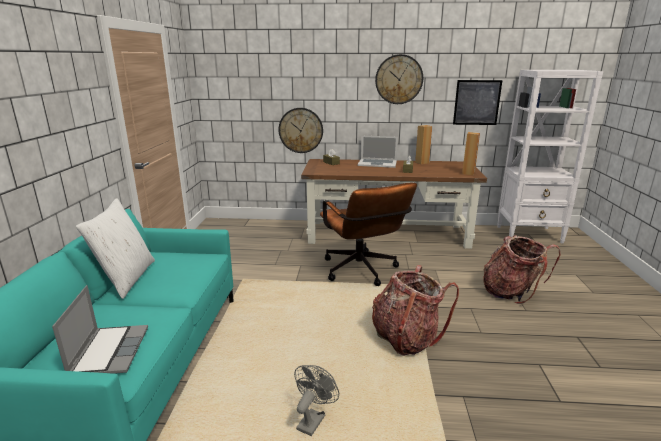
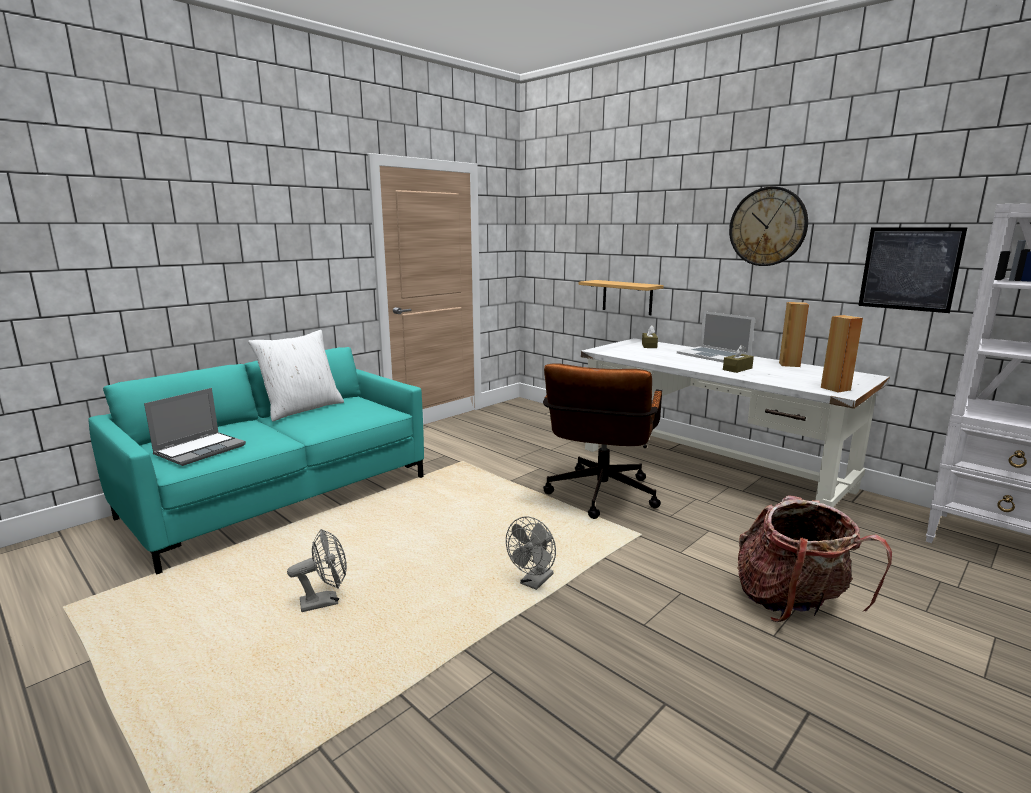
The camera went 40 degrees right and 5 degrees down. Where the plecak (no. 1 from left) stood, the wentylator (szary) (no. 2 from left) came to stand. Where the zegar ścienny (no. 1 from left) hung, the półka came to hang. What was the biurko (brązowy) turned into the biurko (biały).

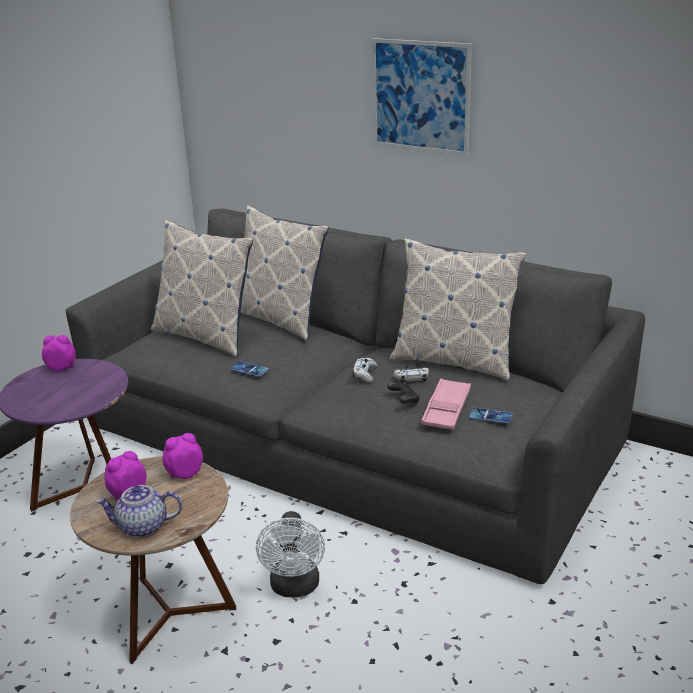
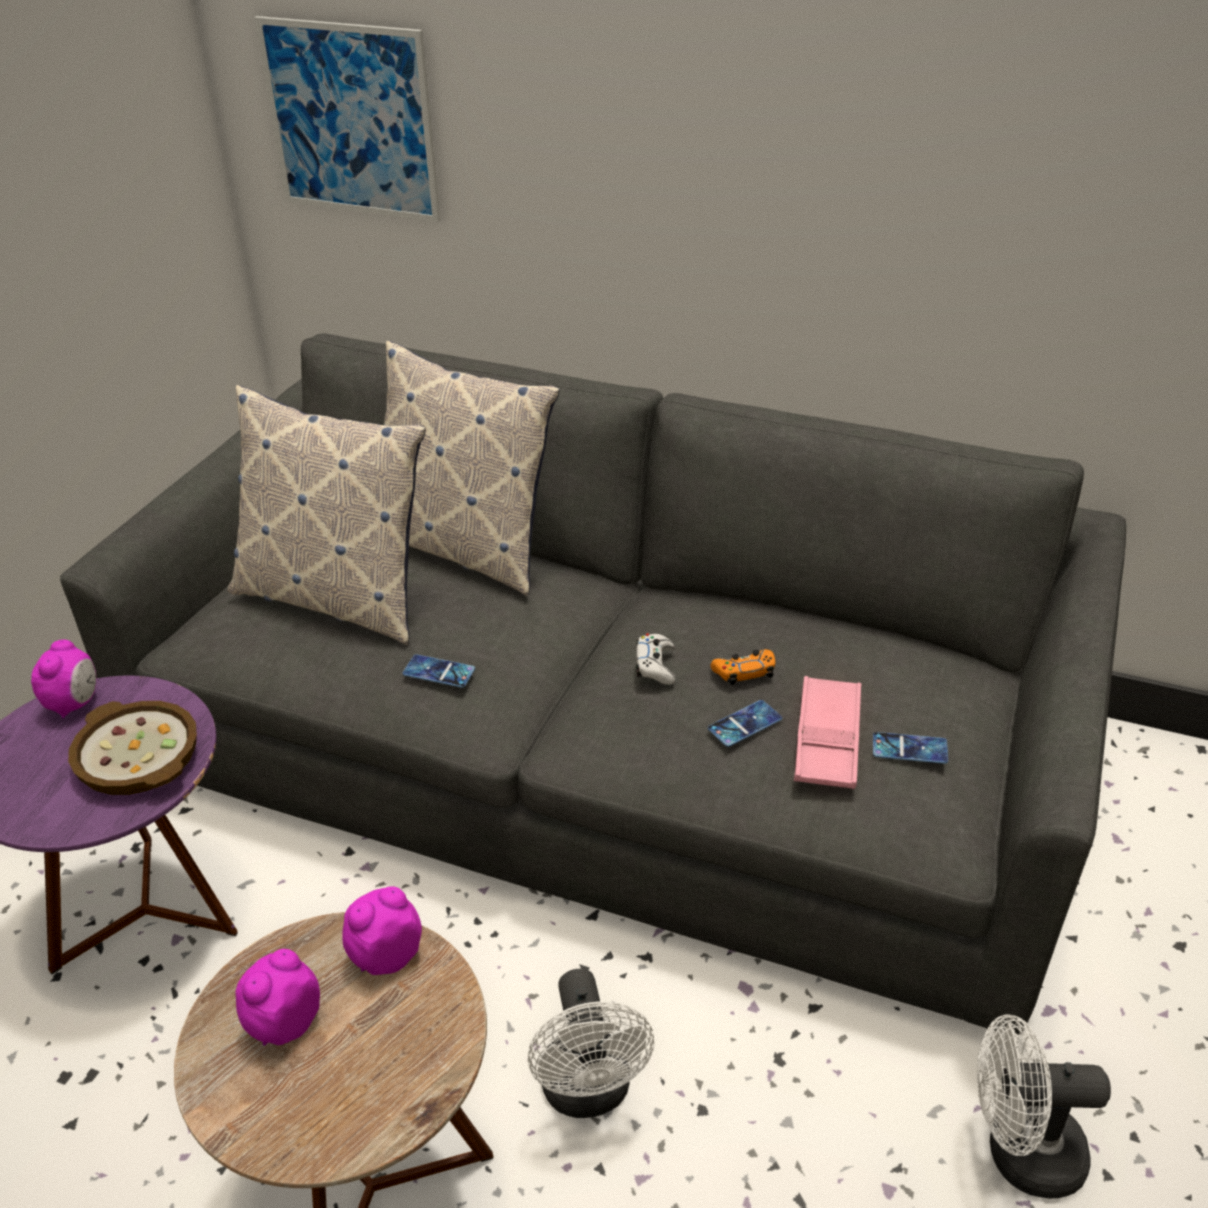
The camera went 10 degrees left and 10 degrees up. The budzik (no. 1 from left) ended up facing another way, 105 degrees clockwise from before. The second view gained the miska. The obraz ended up elsewhere. Where the pad do gier (czarny) stood, the telefon (no. 2 from left) came to stand. What was the pad do gier (biały) (no. 2 from left) turned into the pad do gier (pomarańczowy). The second view gained the wentylator (biały) (no. 2 from left). The second view lost the imbryk. The second view lost the poduszka (no. 3 from left).

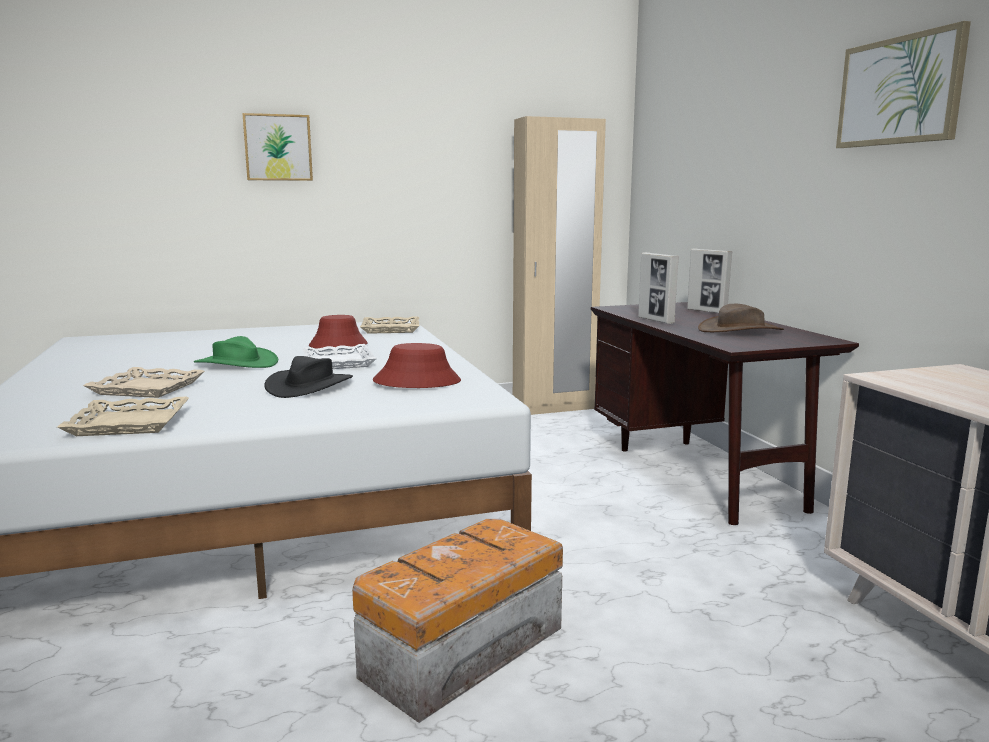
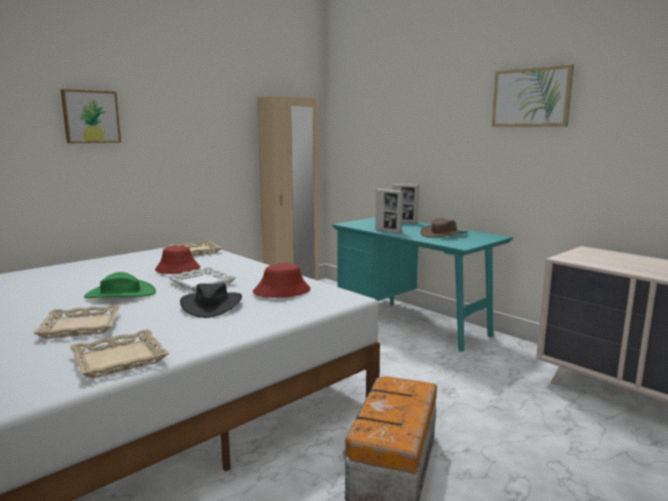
The camera went 25 degrees left and 0 degrees up. What was the biurko (brązowy) turned into the biurko (turkusowy).

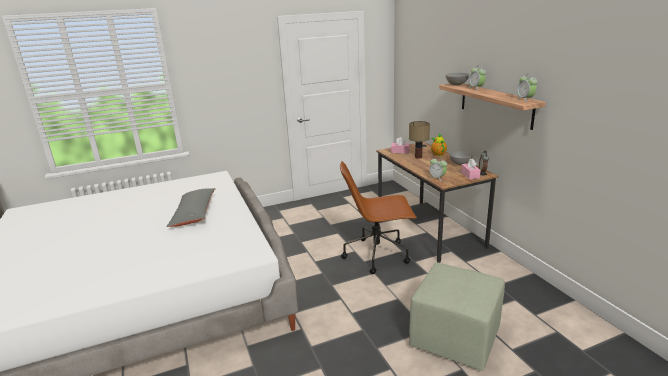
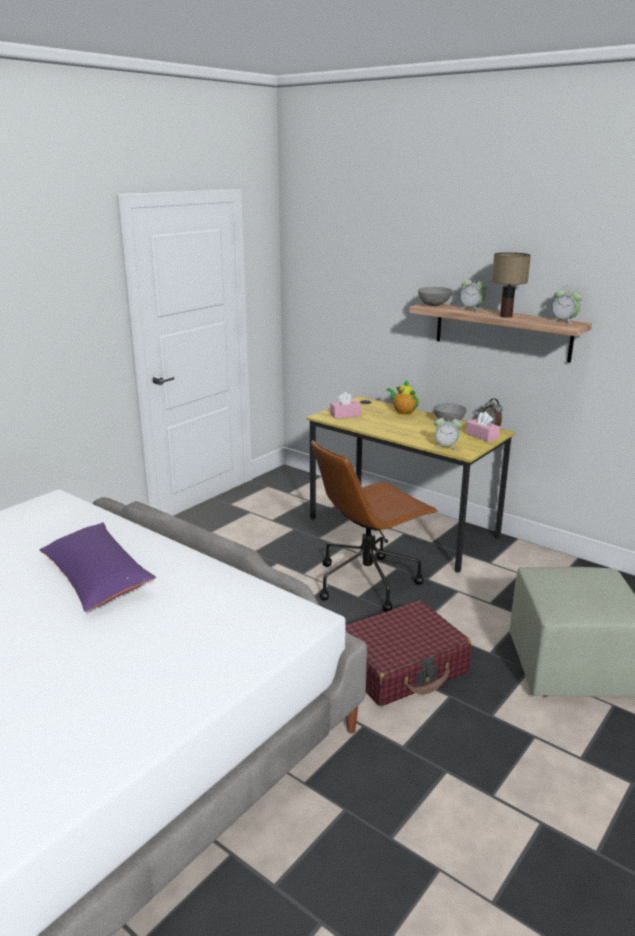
The camera went 30 degrees left and 0 degrees up. What was the poduszka (szary) turned into the poduszka (fioletowy). What was the biurko (brązowy) turned into the biurko (żółty). The second view gained the walizka (czerwony). The lampa stołowa ended up elsewhere.

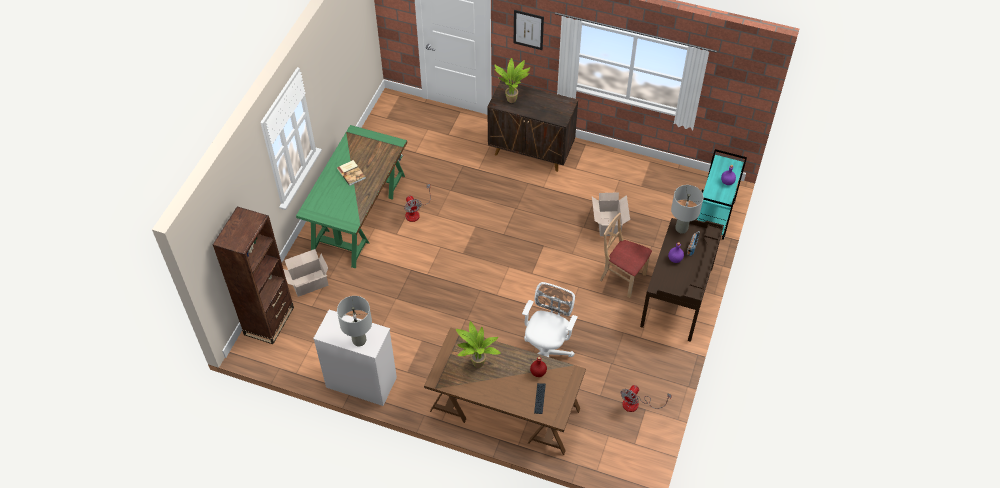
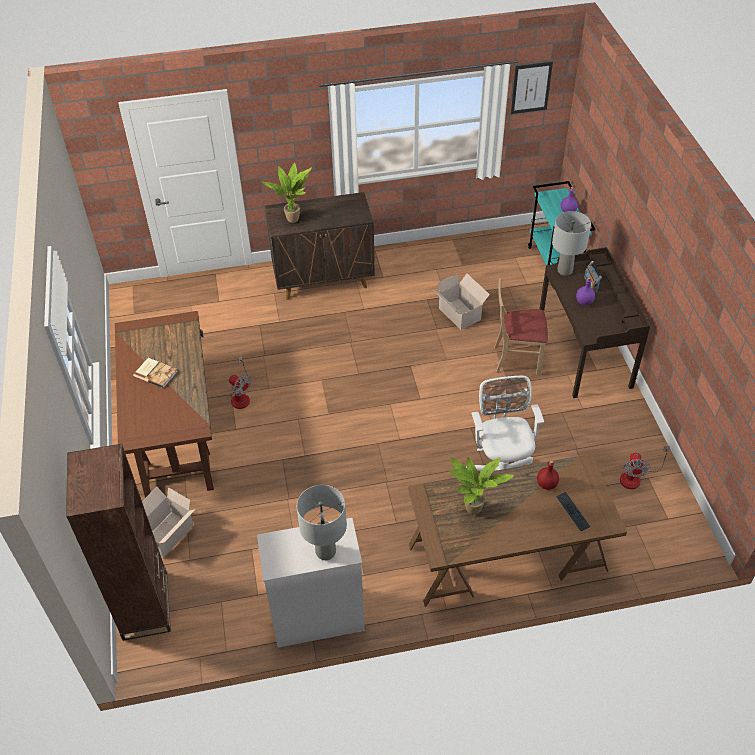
The camera went 30 degrees left and 5 degrees down. What was the biurko (zielony) turned into the biurko (brązowy) (no. 1 from left). The obraz ended up elsewhere.

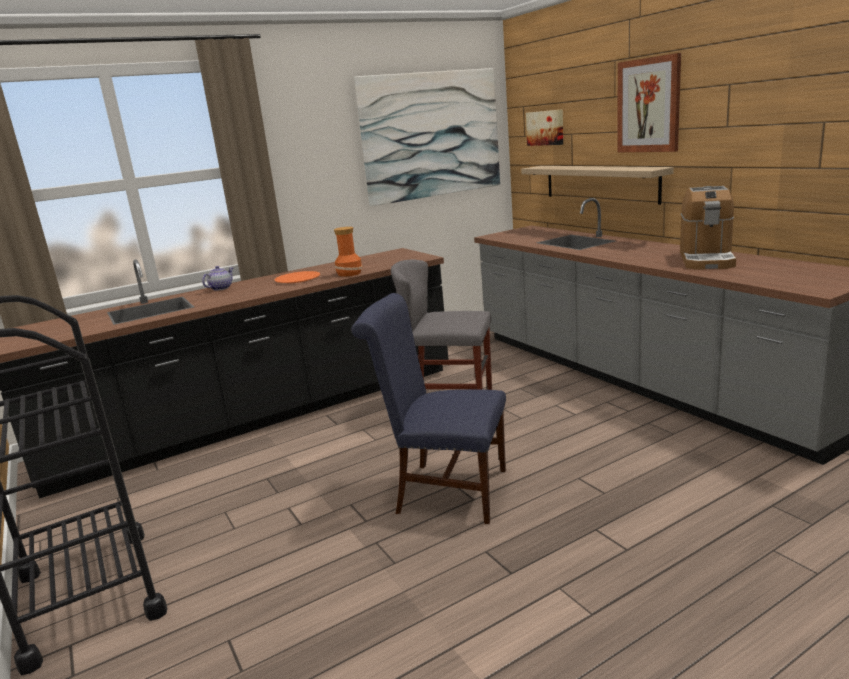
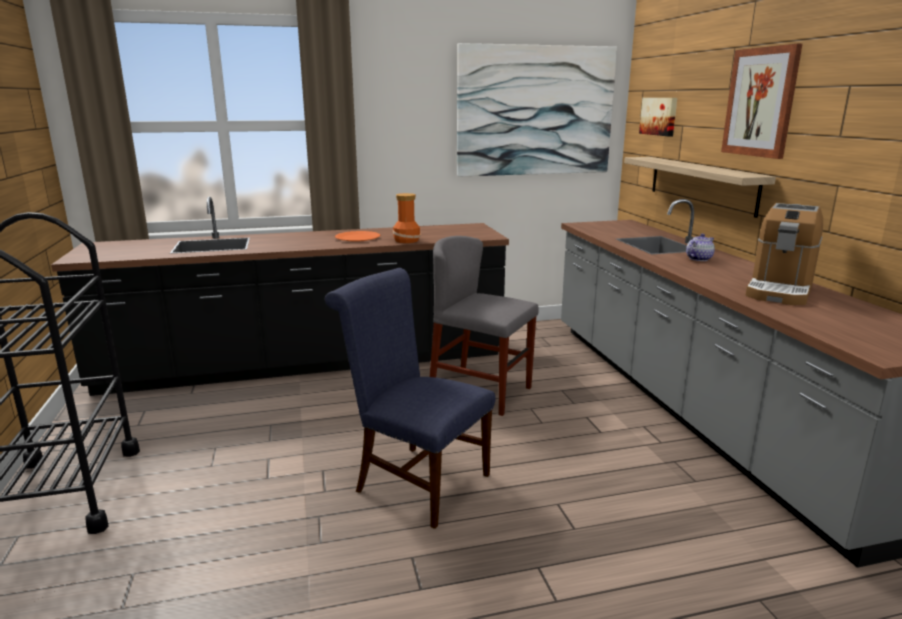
The camera went 15 degrees right and 0 degrees up. The imbryk ended up elsewhere.

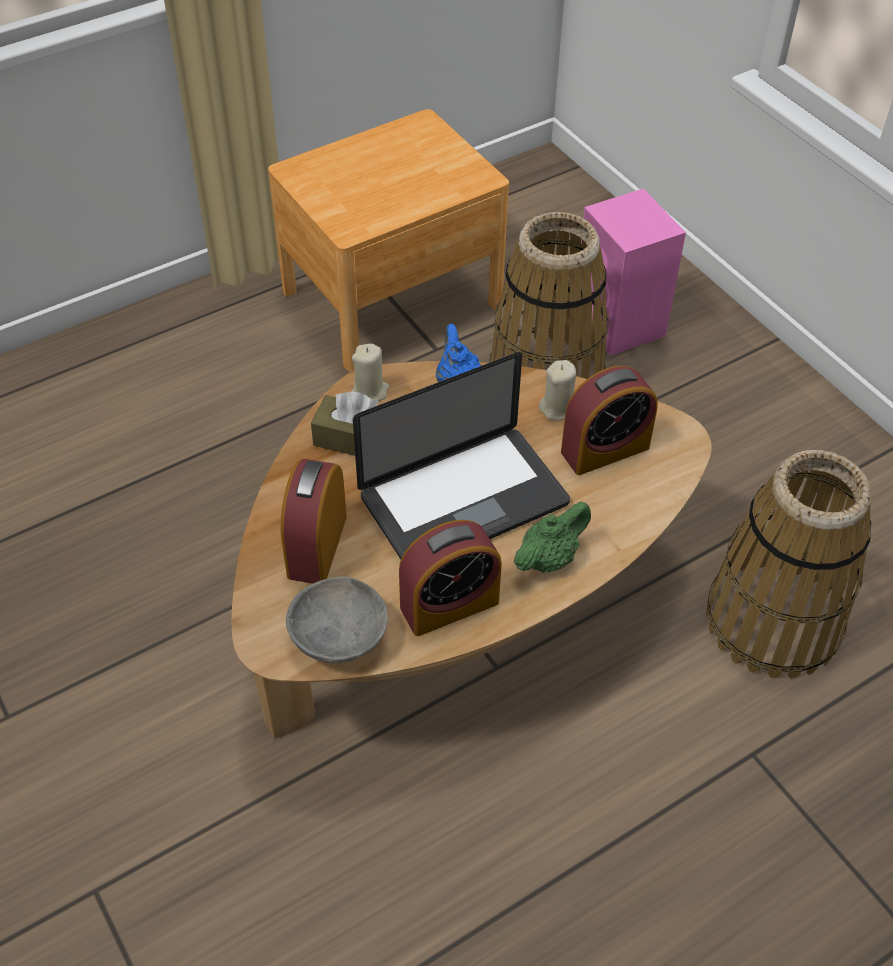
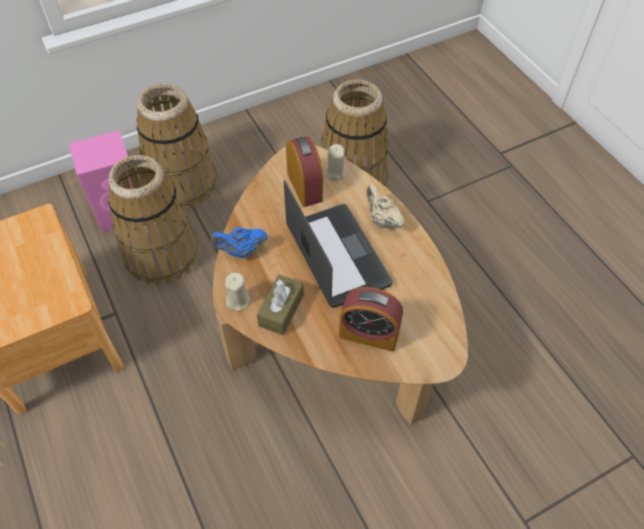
The camera went 85 degrees left and 5 degrees up. The second view gained the koszyk (no. 2 from left). The świeca (beżowy) (no. 2 from left) ended up elsewhere. What was the imbryk (zielony) turned into the imbryk (beżowy). The second view lost the miska (szary). The second view lost the budzik (no. 2 from left).

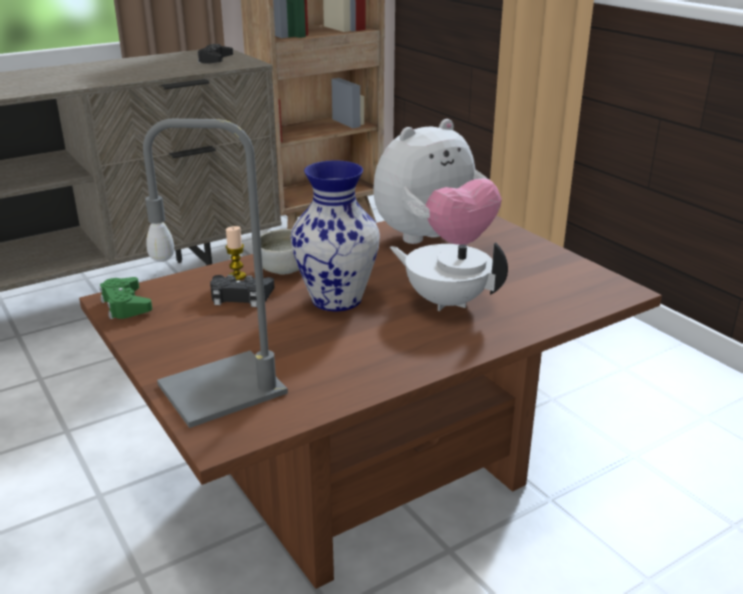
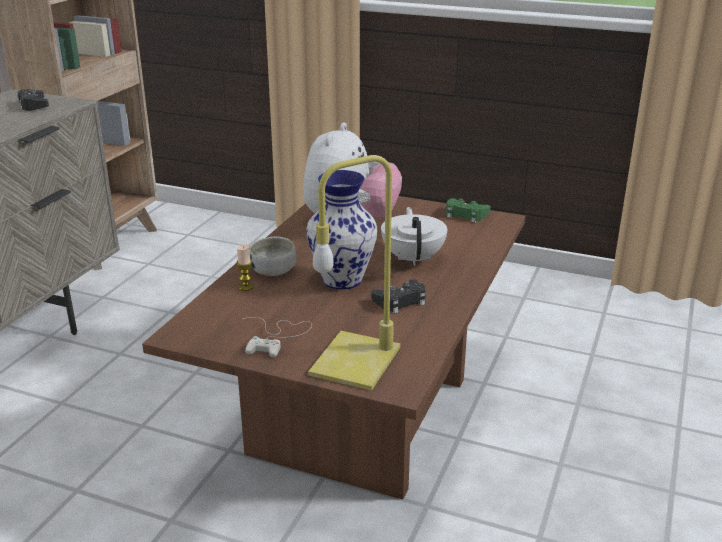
The camera went 35 degrees left and 0 degrees up. The second view gained the pad do gier (biały). What was the lampa stołowa (szary) turned into the lampa stołowa (żółty). The pad do gier (czarny) (no. 2 from left) ended up elsewhere. The imbryk (biały) ended up facing another way, 90 degrees clockwise from before. The pad do gier (zielony) ended up elsewhere.

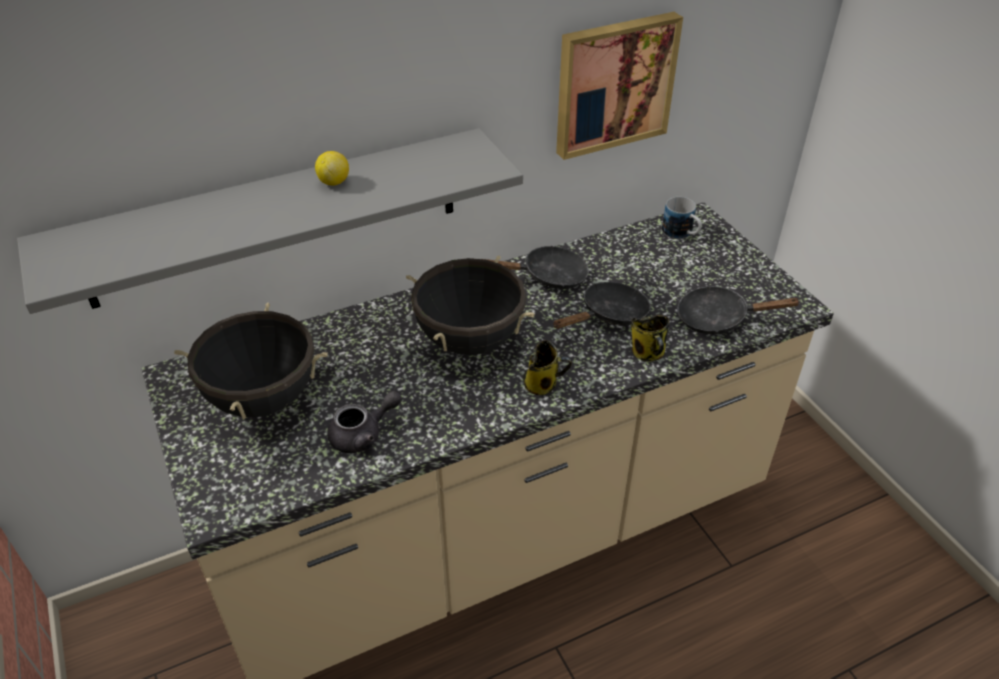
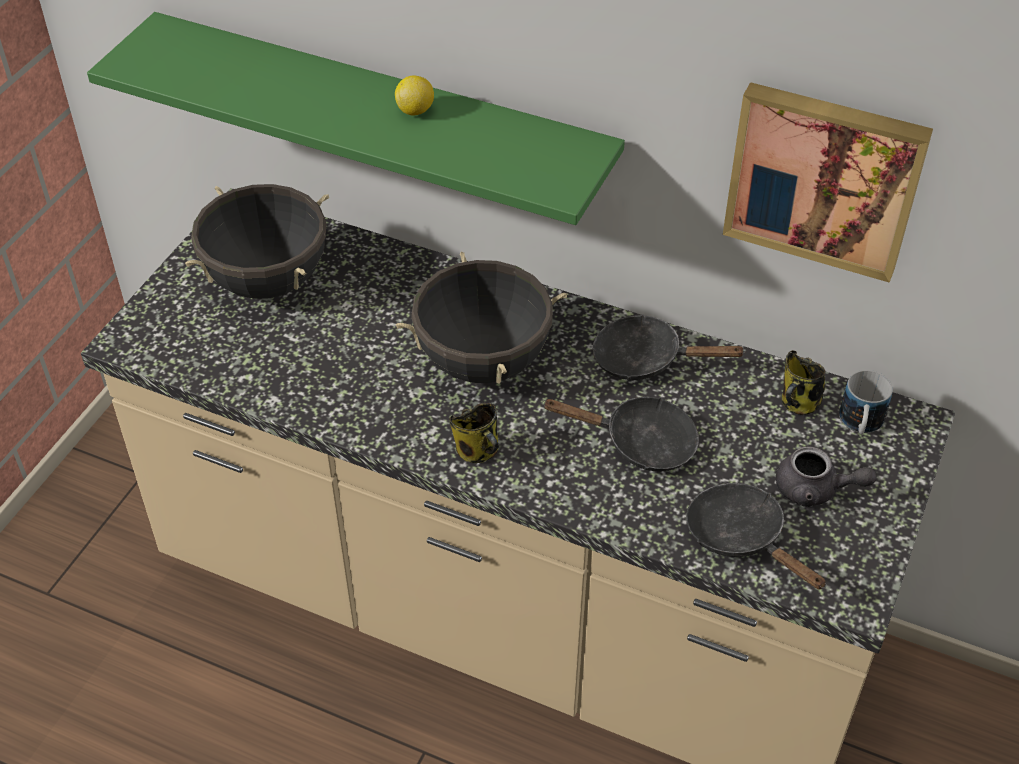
The camera went 50 degrees right and 5 degrees up. What was the półka (szary) turned into the półka (zielony). The patelnia (czarny) (no. 1 from left in the first image) ended up facing another way, 150 degrees clockwise from before. The imbryk (szary) ended up elsewhere. The kubek (no. 2 from left) ended up elsewhere.

